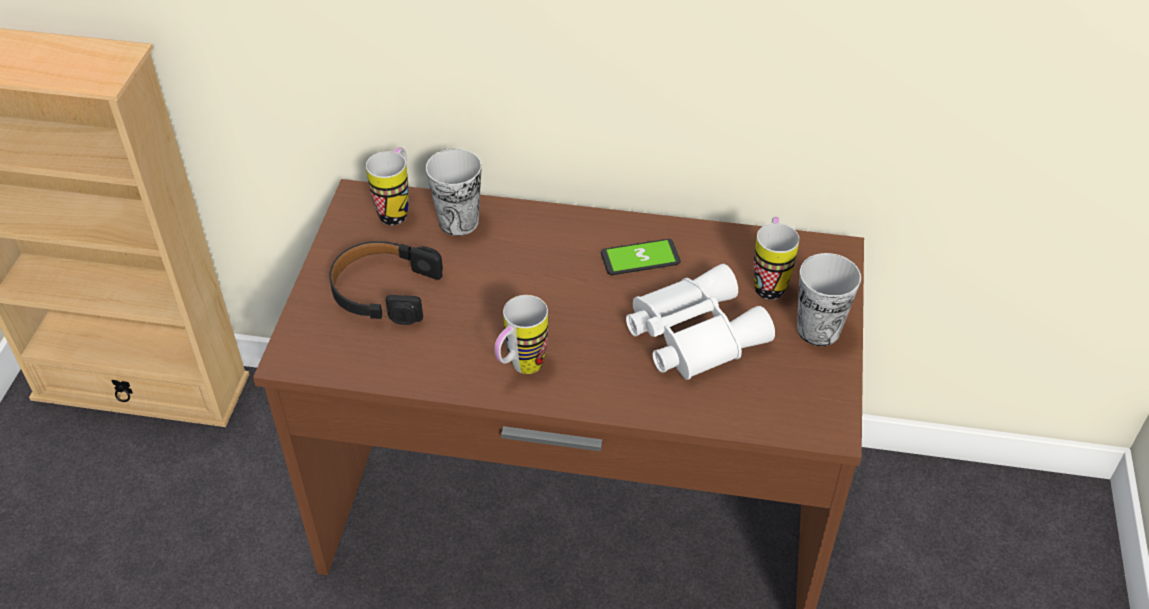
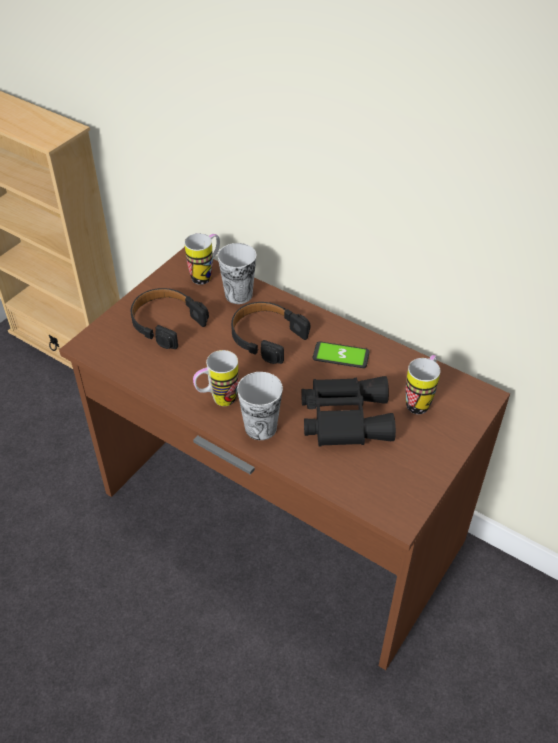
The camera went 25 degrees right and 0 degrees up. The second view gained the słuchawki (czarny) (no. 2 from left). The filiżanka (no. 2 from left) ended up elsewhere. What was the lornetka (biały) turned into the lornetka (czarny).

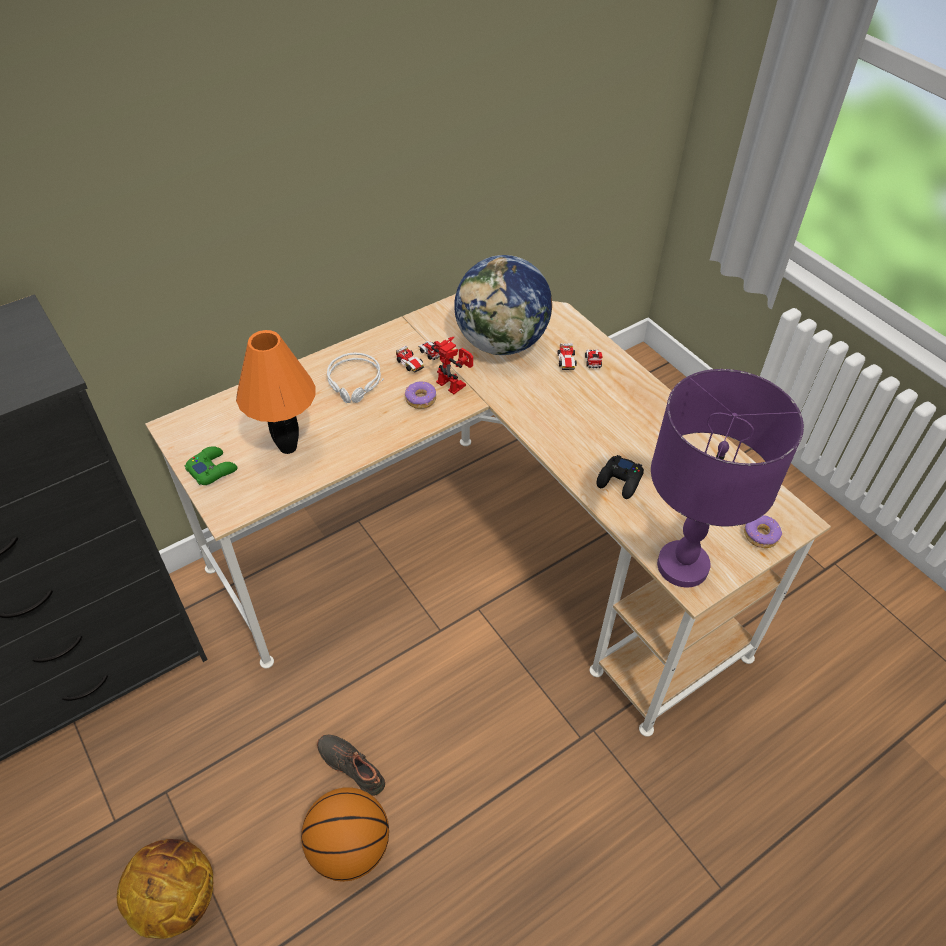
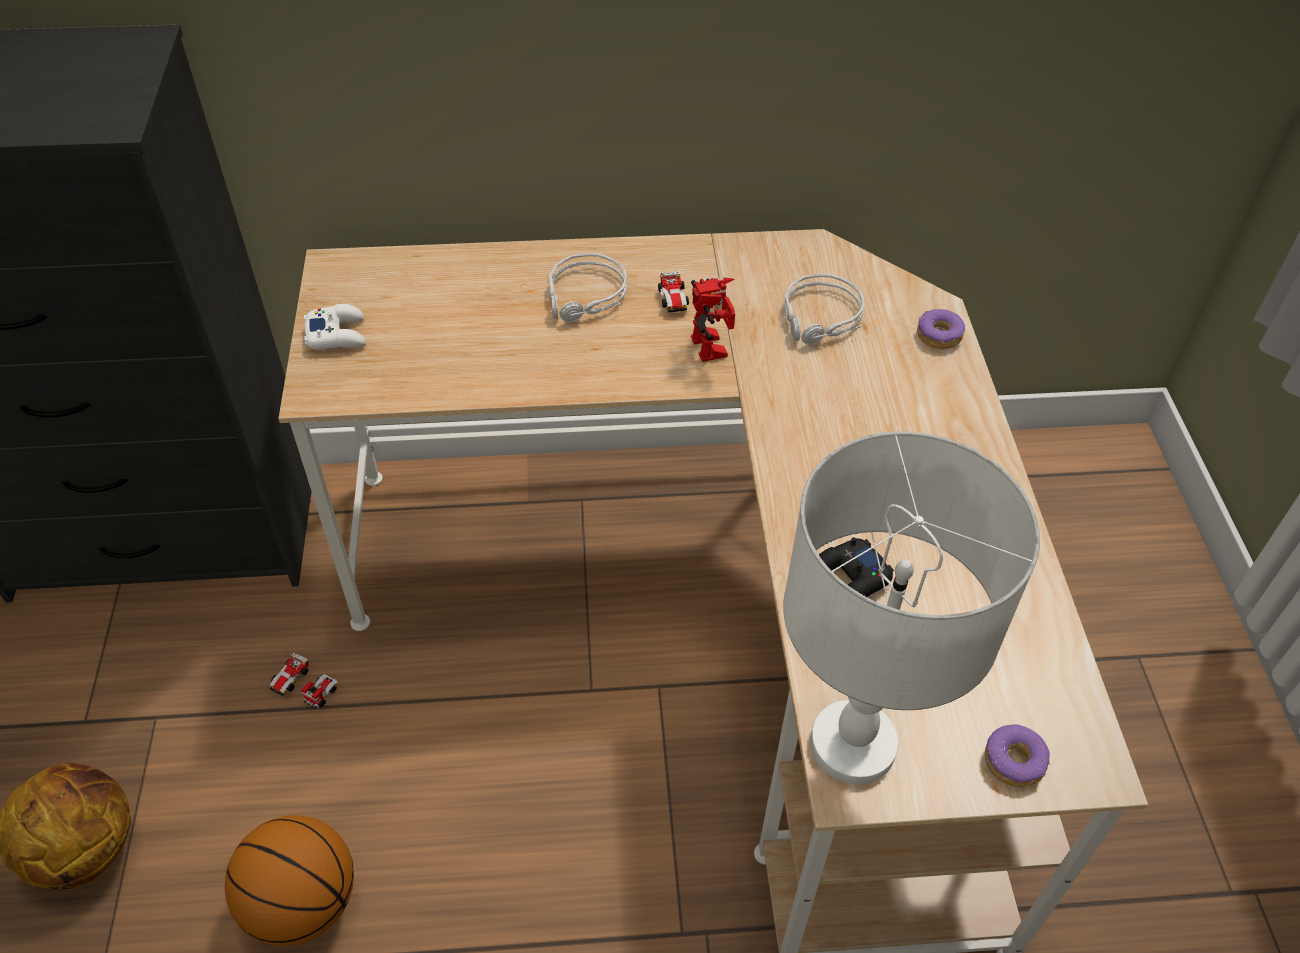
The camera went 30 degrees right and 0 degrees up. The samochodzik (no. 2 from left in the first image) ended up elsewhere. What was the pad do gier (zielony) turned into the pad do gier (biały). Where the globus stood, the słuchawki (szary) (no. 2 from left) came to stand. What was the lampa stołowa (fioletowy) turned into the lampa stołowa (biały). The donut (no. 1 from left) ended up elsewhere. The second view lost the lampa stołowa (pomarańczowy). The second view lost the but (czarny).

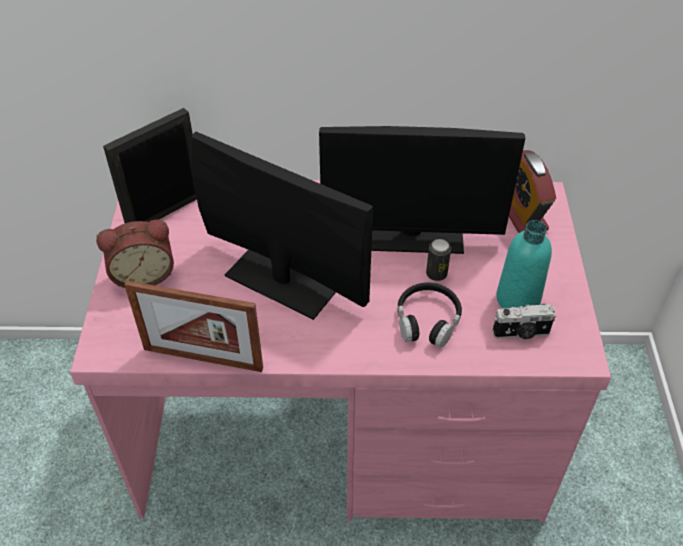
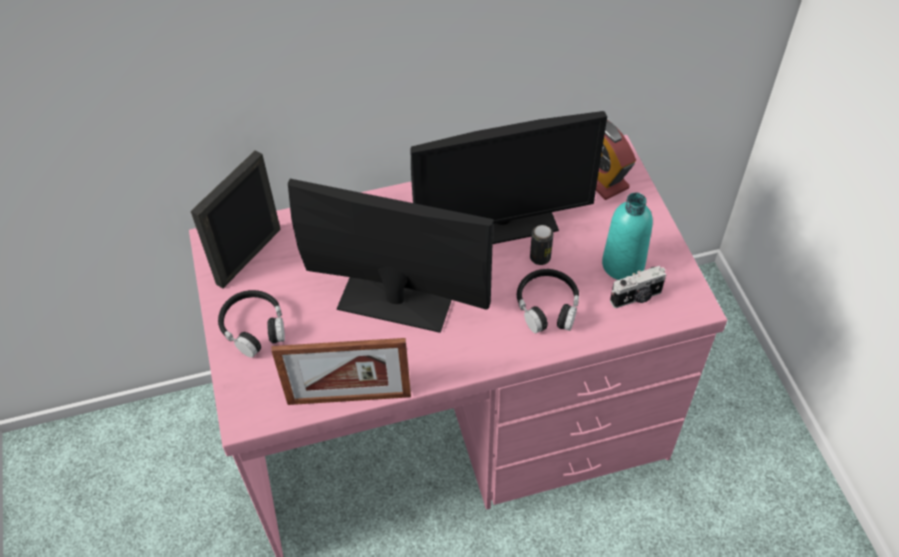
The camera went 15 degrees left and 5 degrees up. Where the budzik (no. 1 from left) stood, the słuchawki (czarny) (no. 1 from left) came to stand.

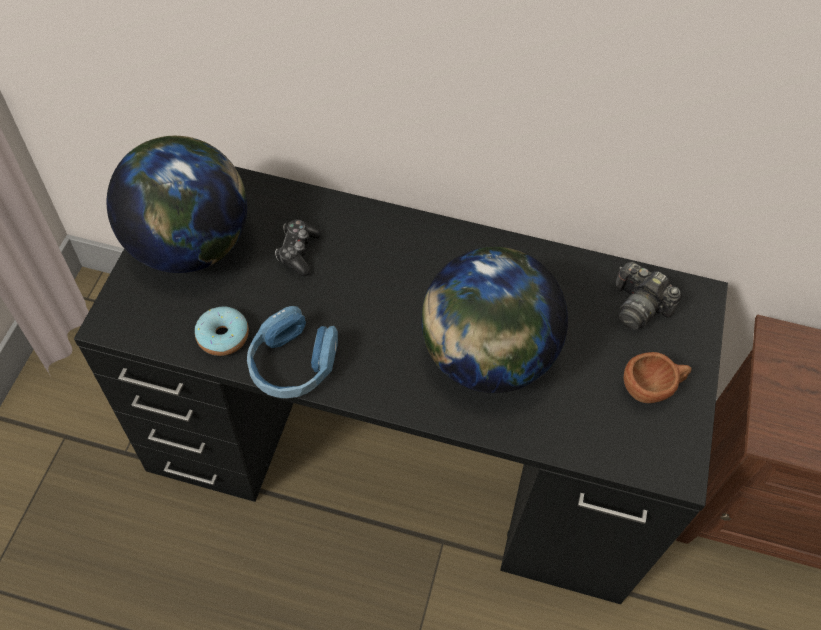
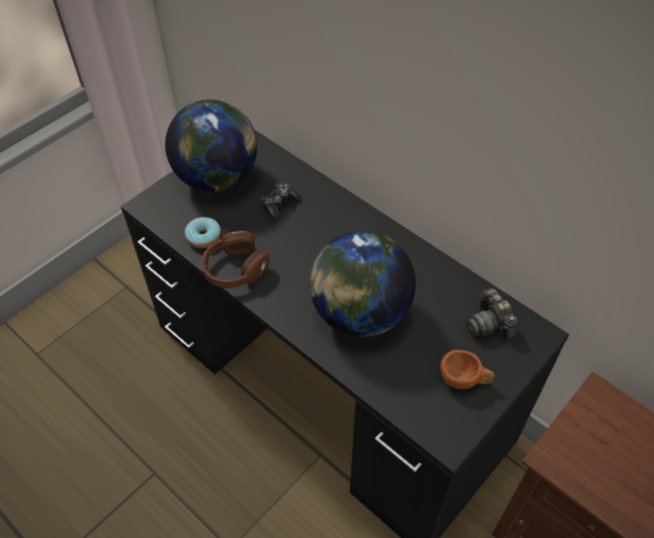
The camera went 30 degrees right and 5 degrees down. What was the słuchawki (niebieski) turned into the słuchawki (brązowy).

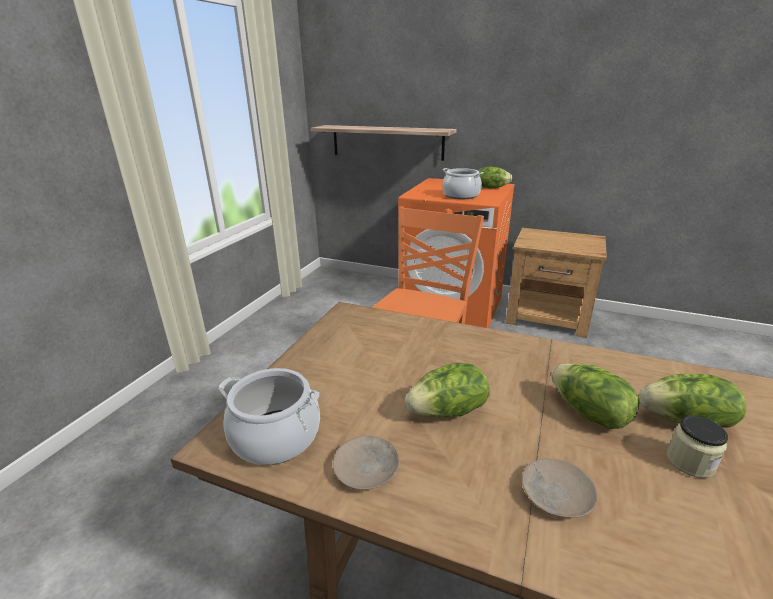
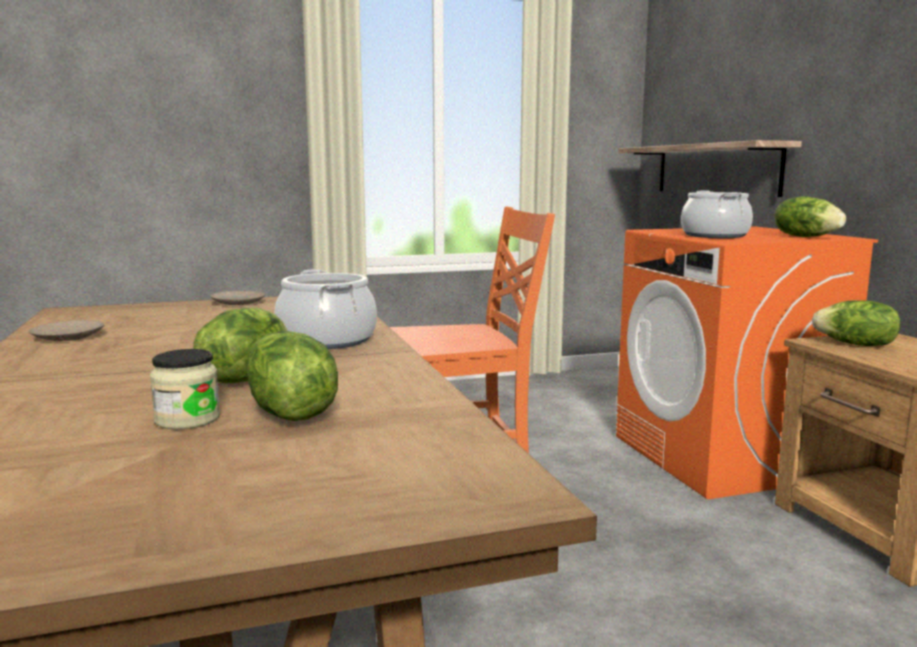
The camera went 50 degrees right and 15 degrees down. The talerz (beżowy) (no. 2 from left) ended up elsewhere. The garnek (no. 1 from left) ended up elsewhere. The sałata (no. 1 from left in the first image) ended up elsewhere.

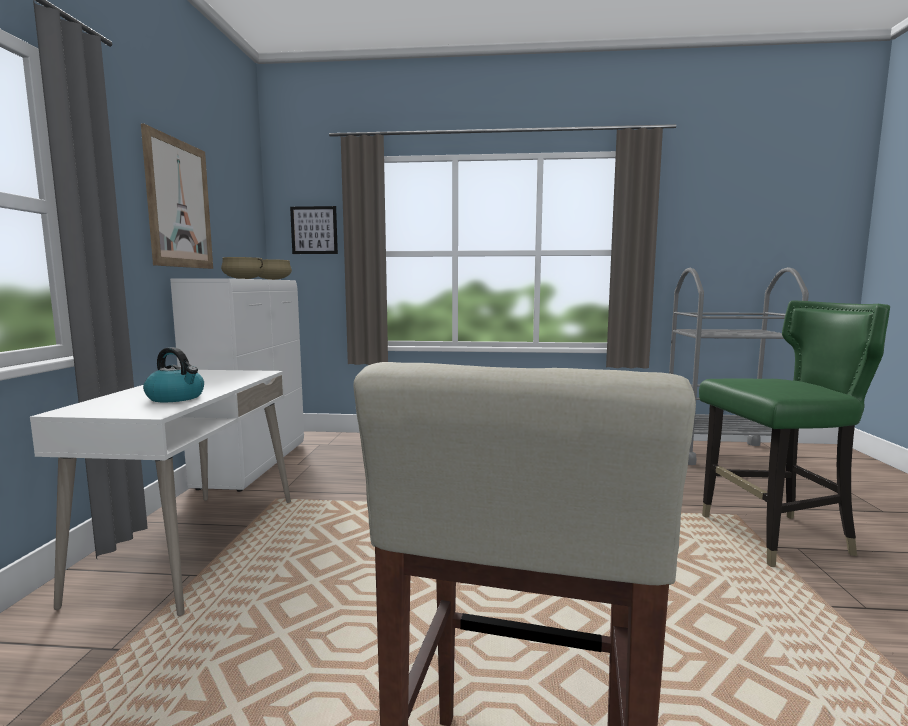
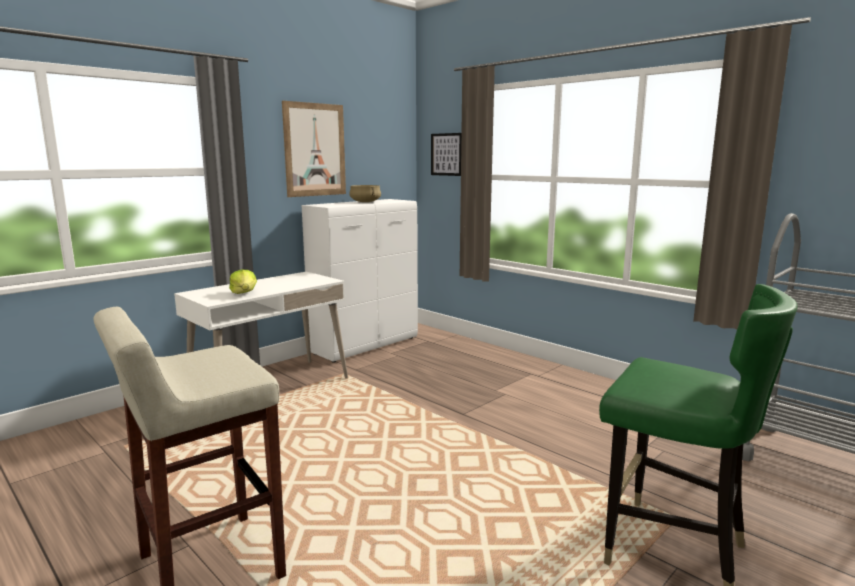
The camera went 40 degrees right and 5 degrees up. Where the czajnik stood, the sałata came to stand. The second view lost the garnek (beżowy) (no. 2 from left).

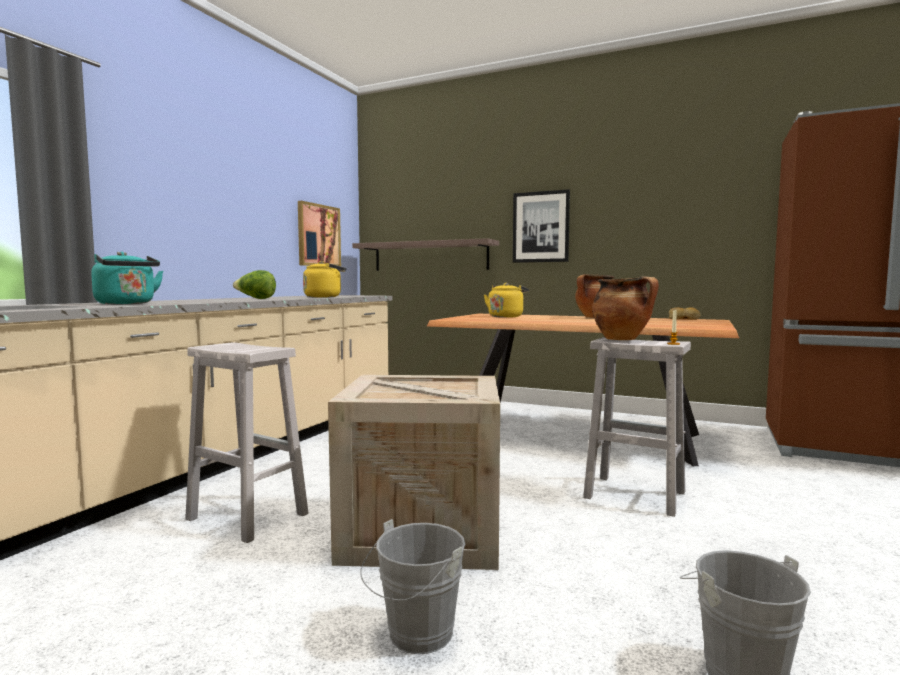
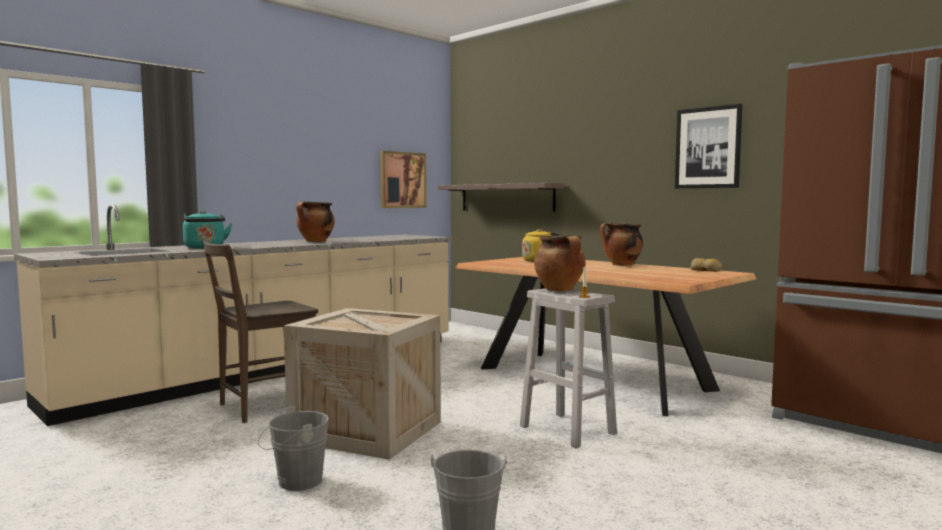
The camera went 20 degrees right and 0 degrees up. Where the stołek (biały) (no. 1 from left) stood, the krzesło (brązowy) came to stand. Where the sałata stood, the garnek (no. 1 from left) came to stand. The obraz (no. 2 from left) ended up elsewhere. The second view lost the czajnik (żółty) (no. 1 from left).

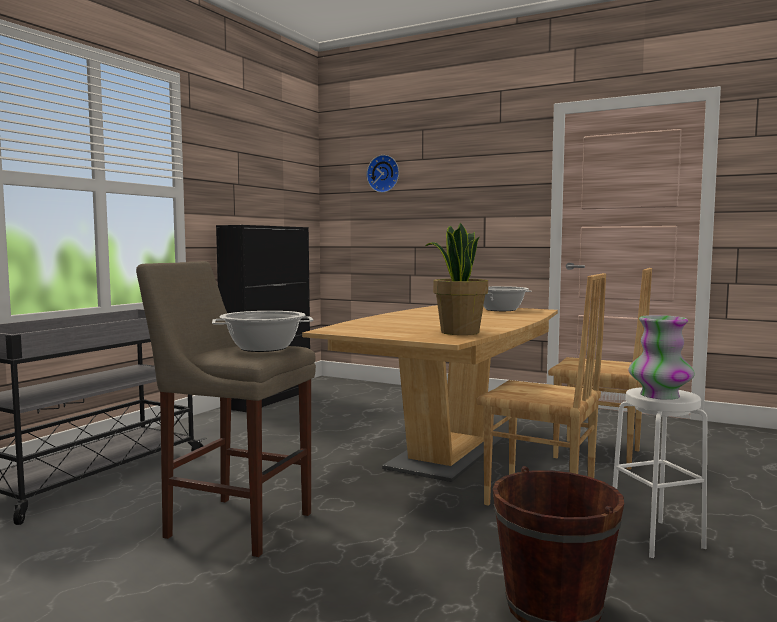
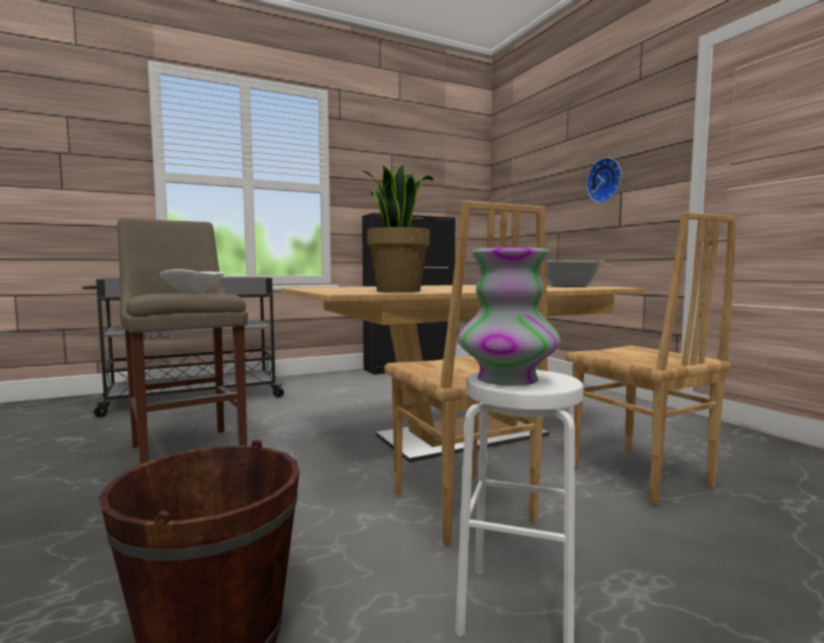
The camera went 35 degrees right and 0 degrees up. Where the garnek (no. 1 from left) stood, the miska (biały) came to stand. The zegar ścienny ended up elsewhere.

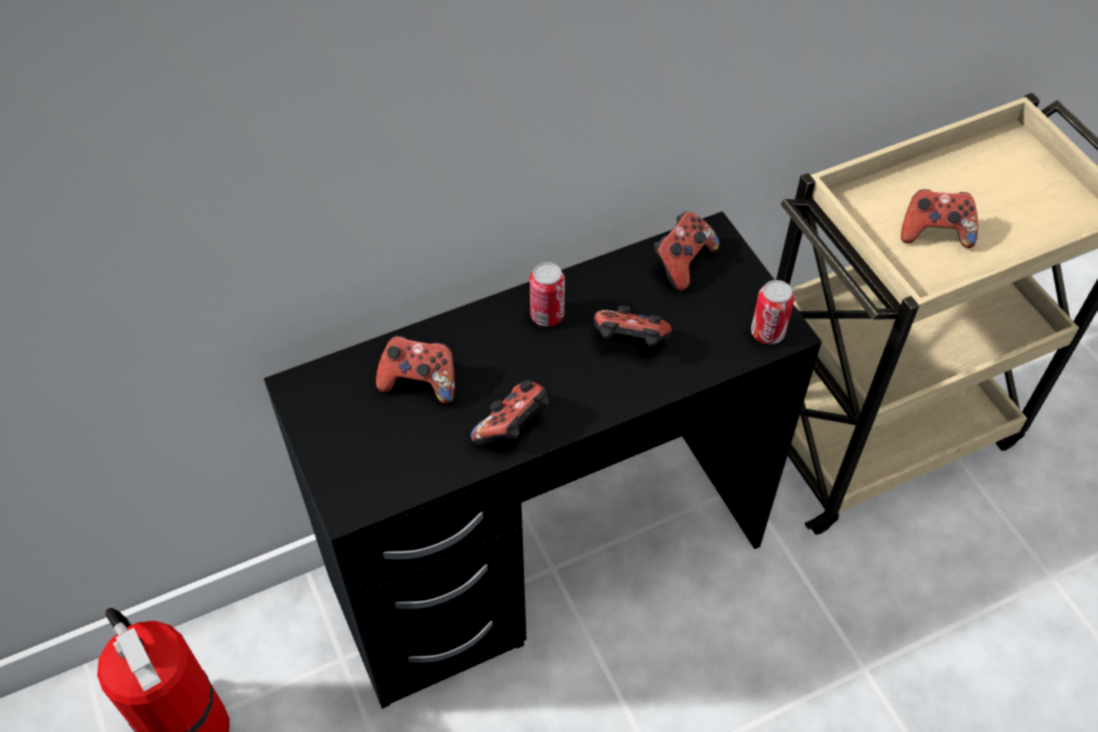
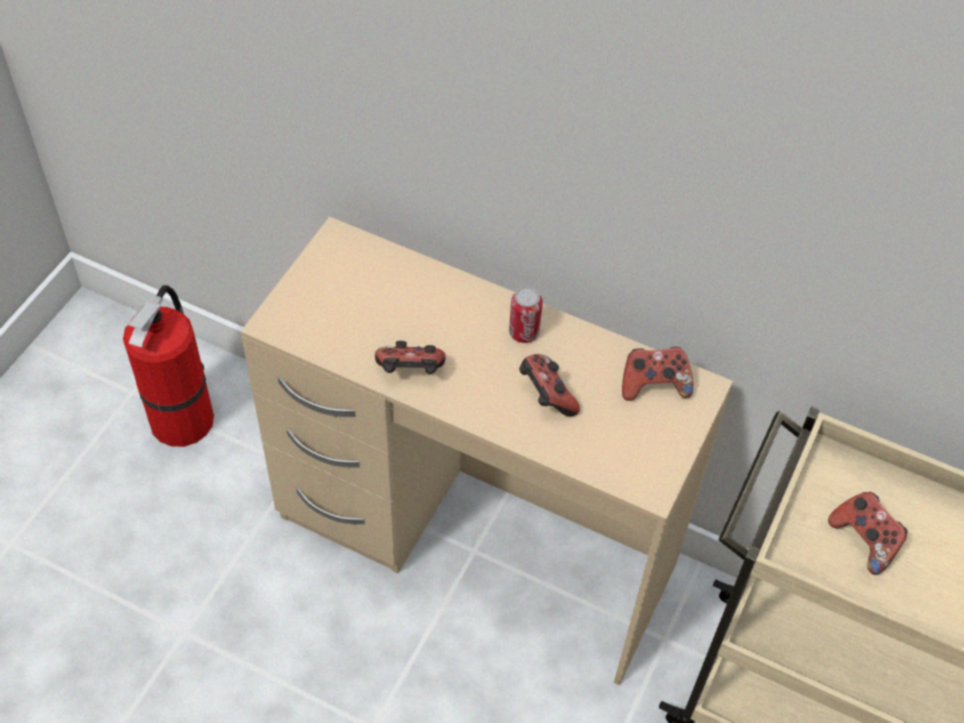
The camera went 50 degrees right and 0 degrees up. What was the biurko (czarny) turned into the biurko (beżowy). The second view lost the pad do gier (no. 1 from left). The second view lost the puszka (no. 2 from left).

